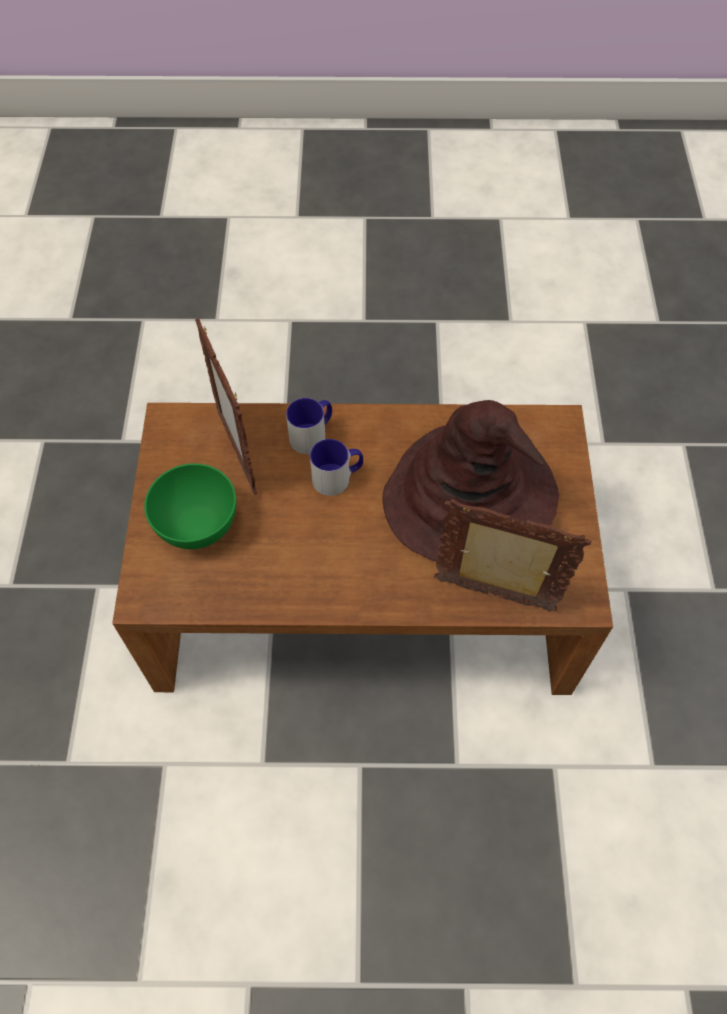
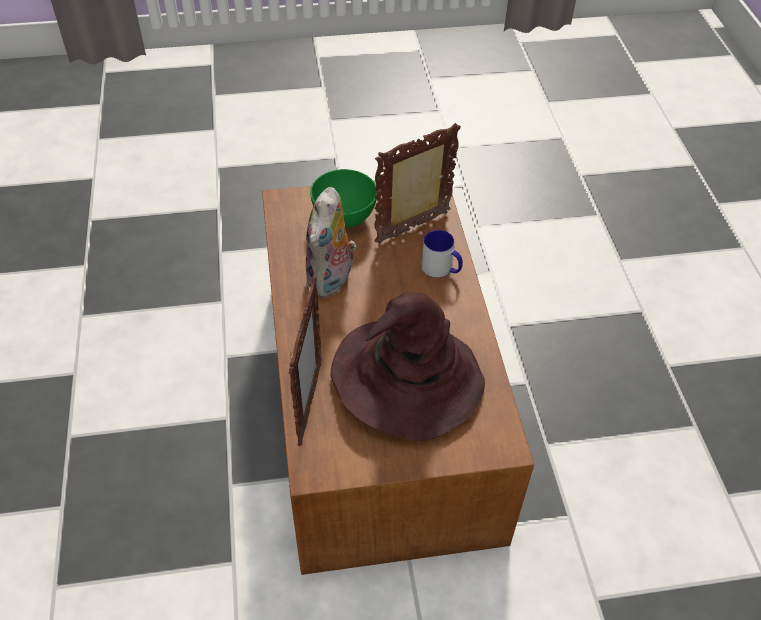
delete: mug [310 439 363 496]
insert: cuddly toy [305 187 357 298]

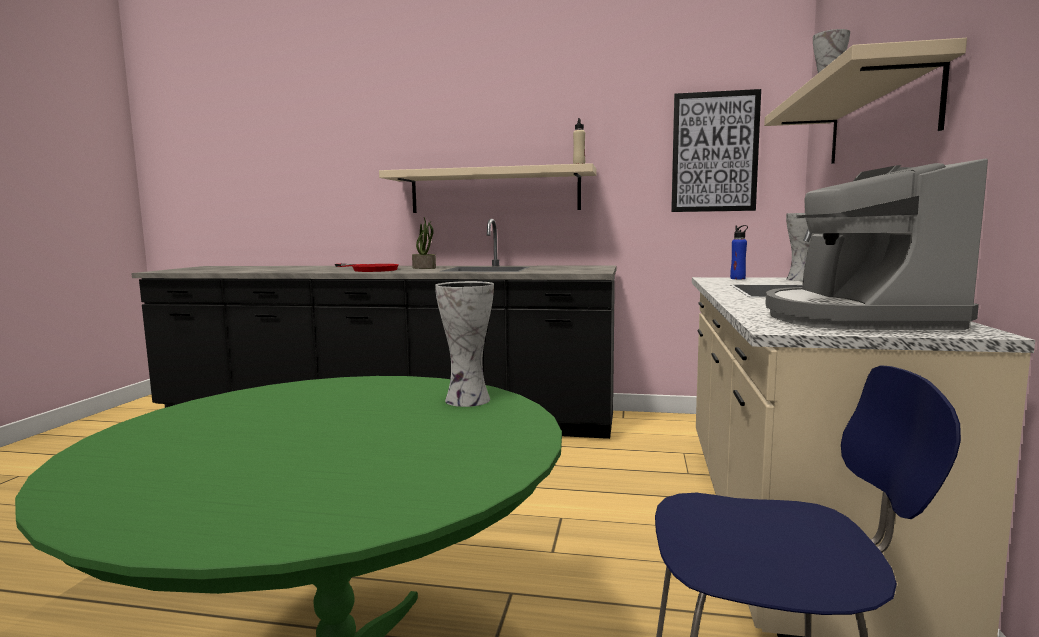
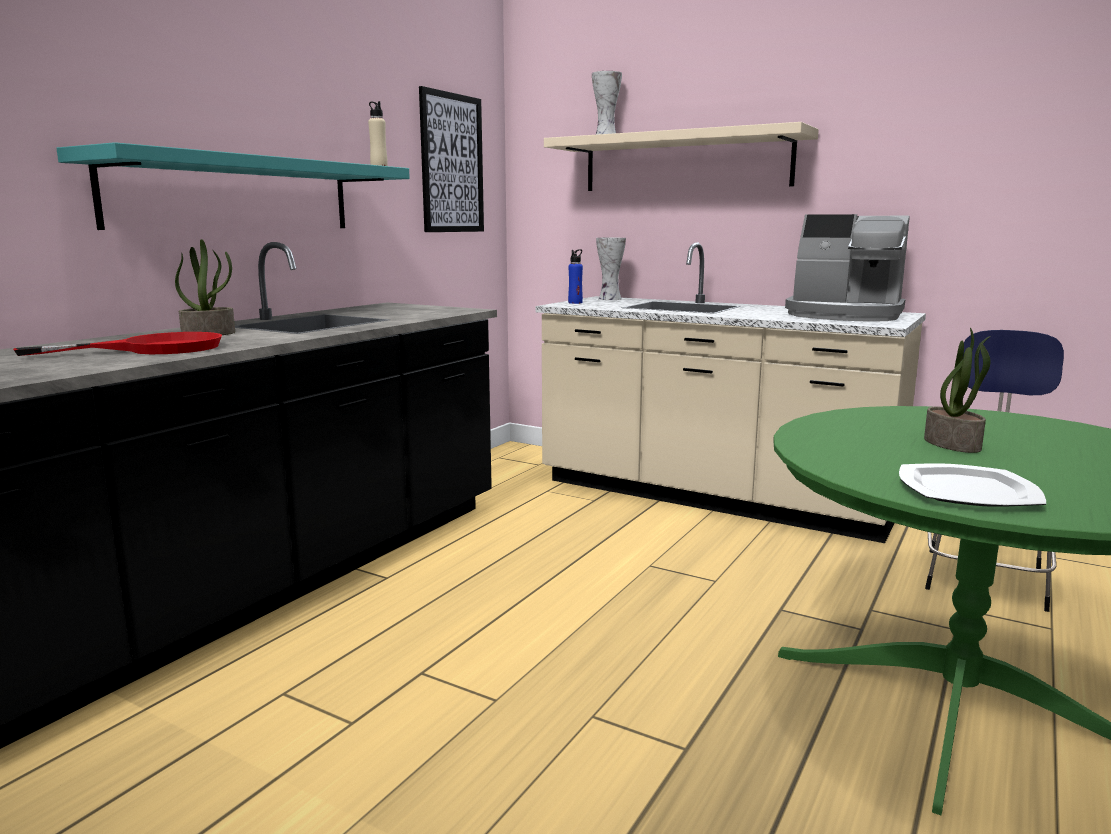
delete: decorative vase [435 281 494 407]
insert: plate [899 463 1046 507]; potted plant [924 328 990 453]
recolor: beige-coloured bracket shelf [379 163 596 213] to turquoise bracket shelf [56 142 410 230]

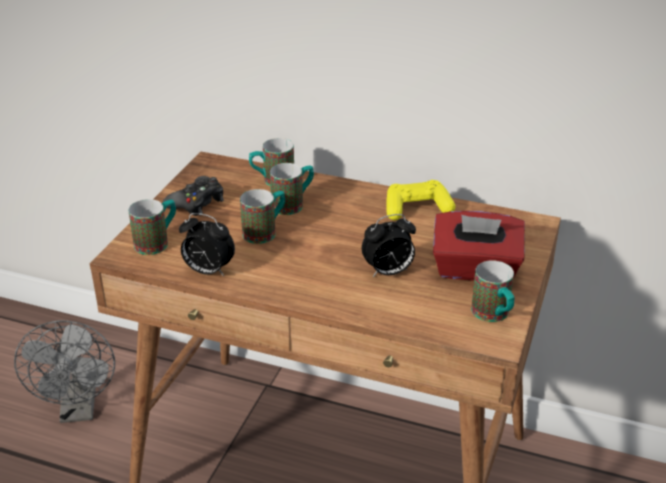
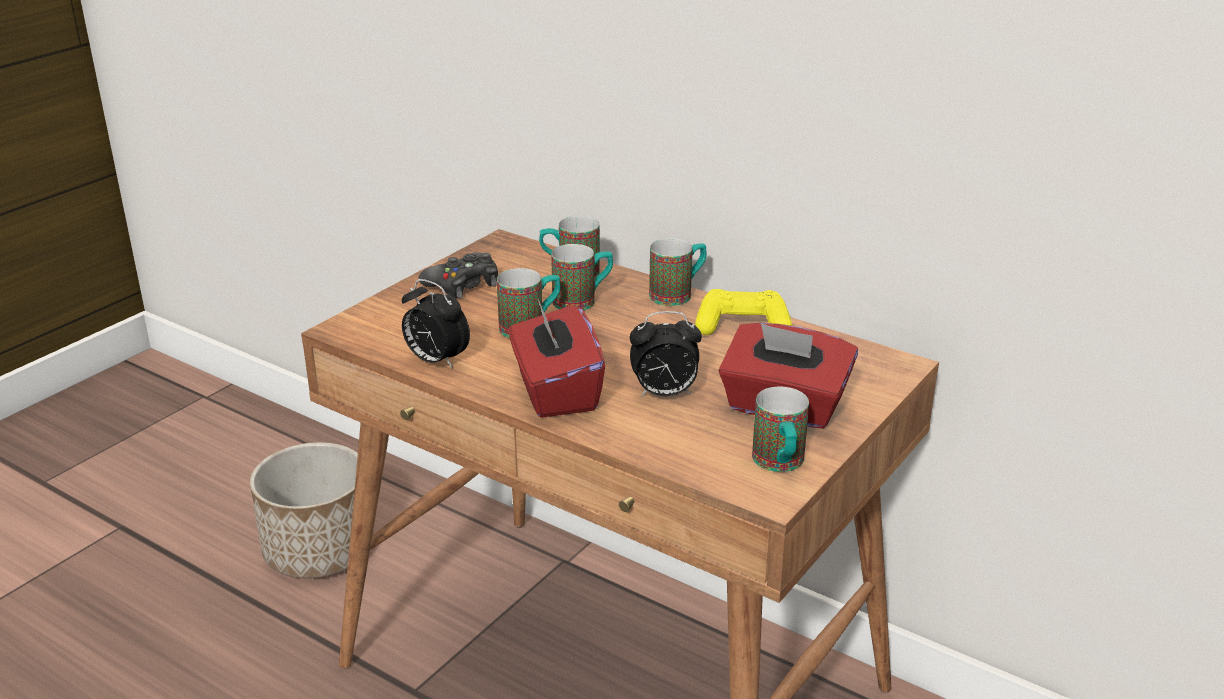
insert: reddish tissue box [509 299 605 418]
move: mug [129 199 176 255] to [649 238 707 306]
replace: greyish electric fan [14 320 115 423] to flower pot [250 442 374 578]

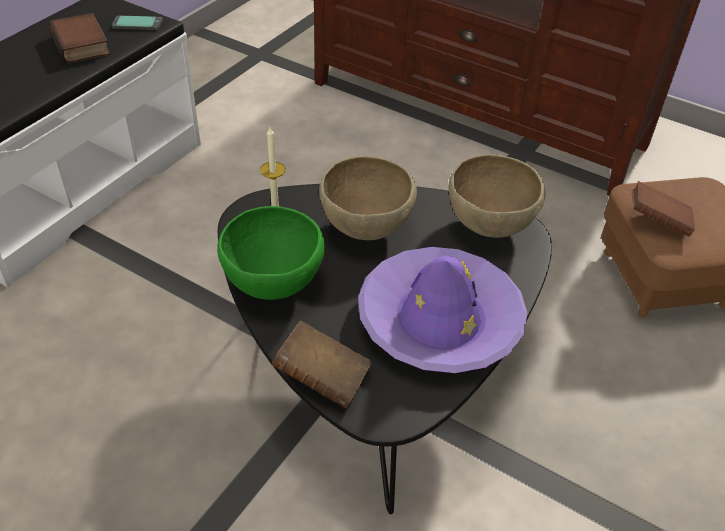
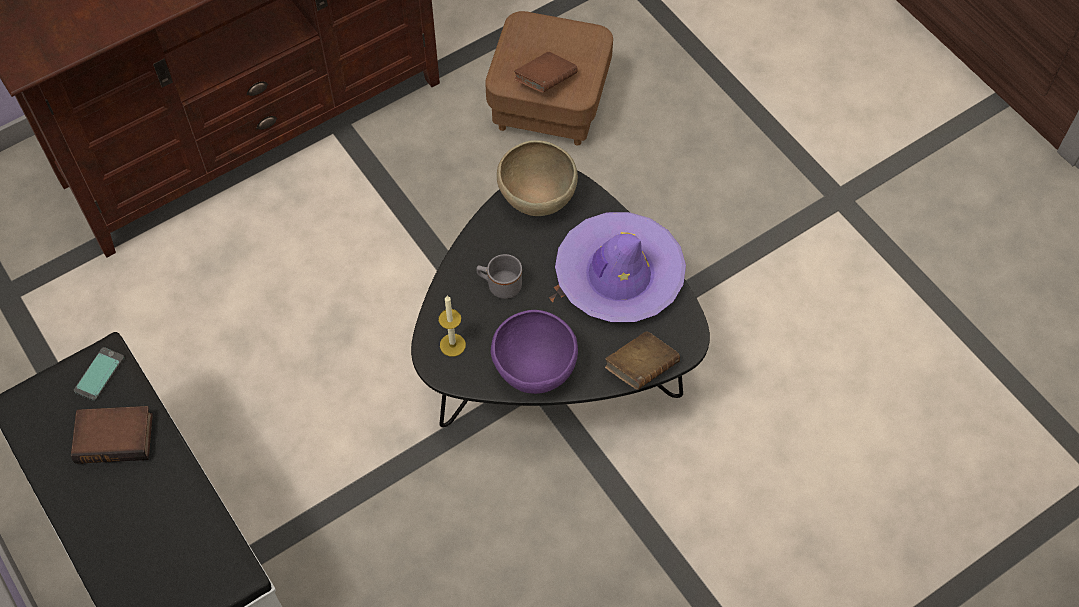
replace: brownish bowl [319 156 417 240] to greyish mug [476 254 522 299]
recolor: green bowl [217 206 325 300] to purplish bowl [491 310 578 394]

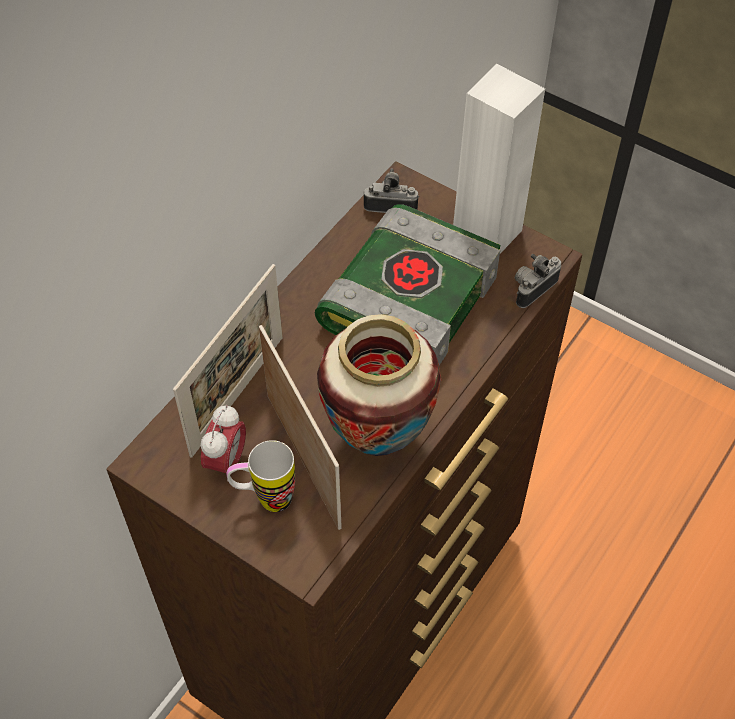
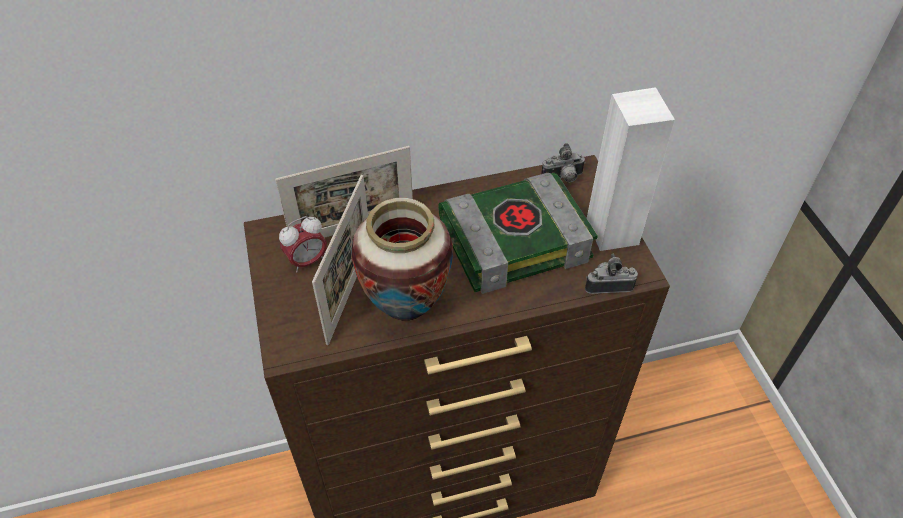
delete: mug [227 440 295 512]
rotate: still camera [364 168 419 213] = [541 143 586 183] 120 degrees clockwise

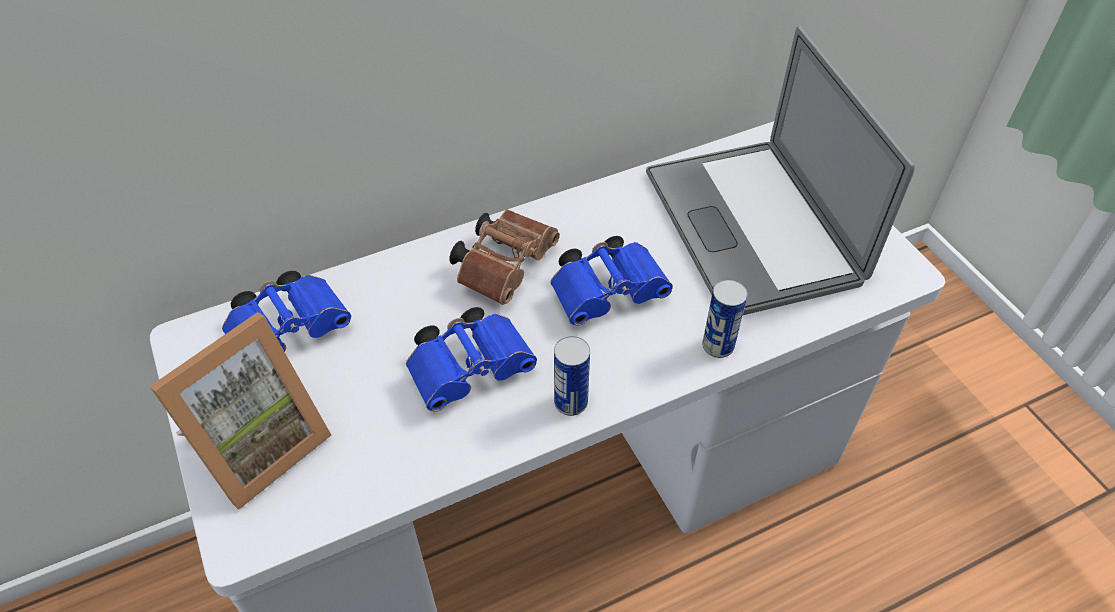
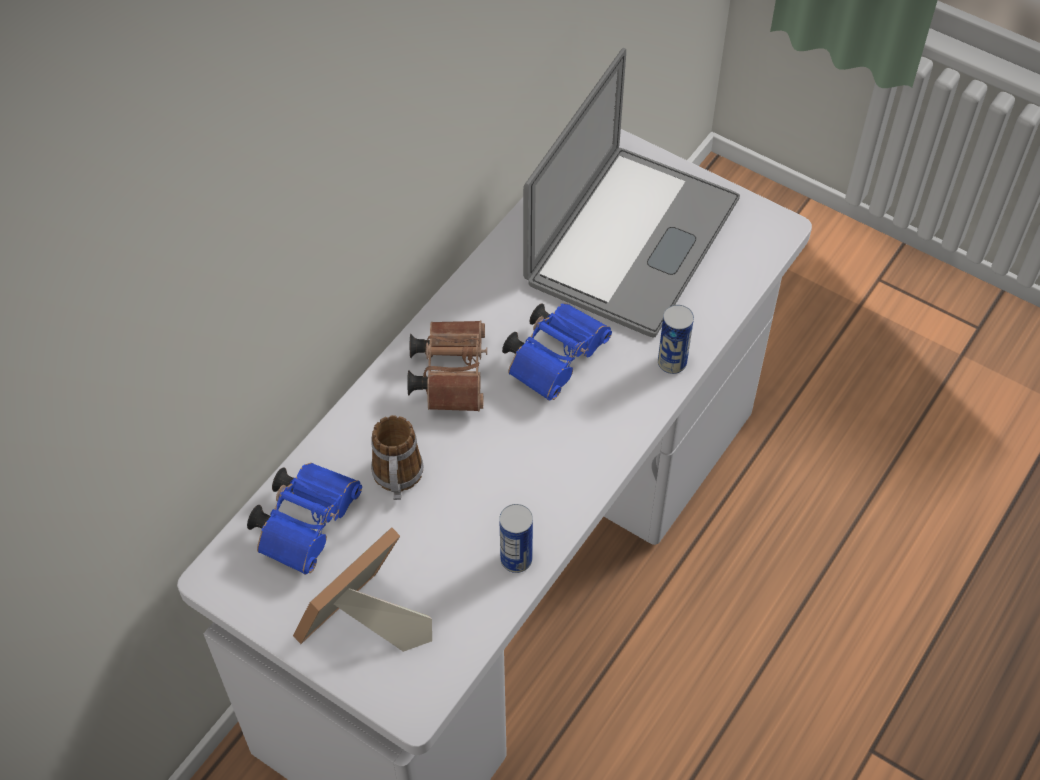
delete: blue-coloured pair of binoculars [406 307 537 412]
insert: mug [371 415 424 500]
move: sealed can [554 336 590 416] to [499 504 533 573]
rotate: photo frame [149 312 331 510] = [293 527 432 652] 150 degrees counterclockwise; laptop [646 26 915 315] = [523 48 740 337] 105 degrees counterclockwise

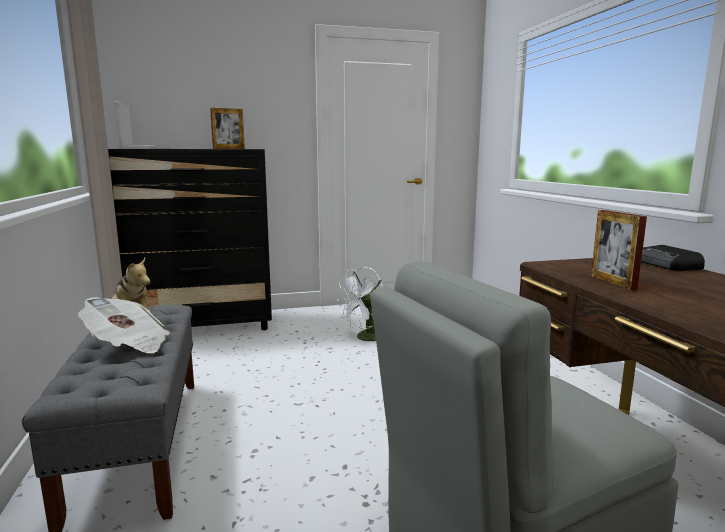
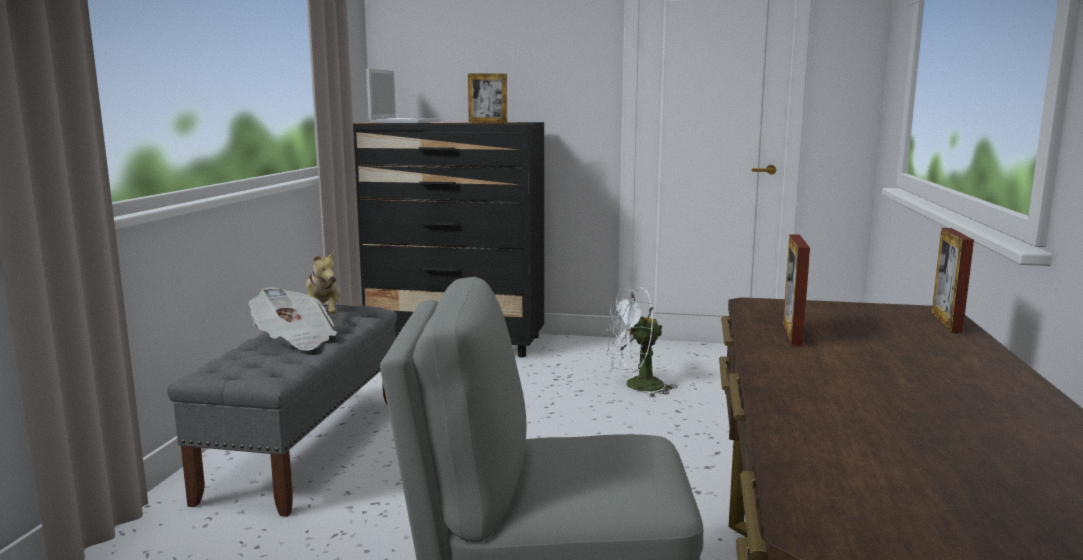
replace: radio [641 245 705 271] to photo frame [932 228 974 333]

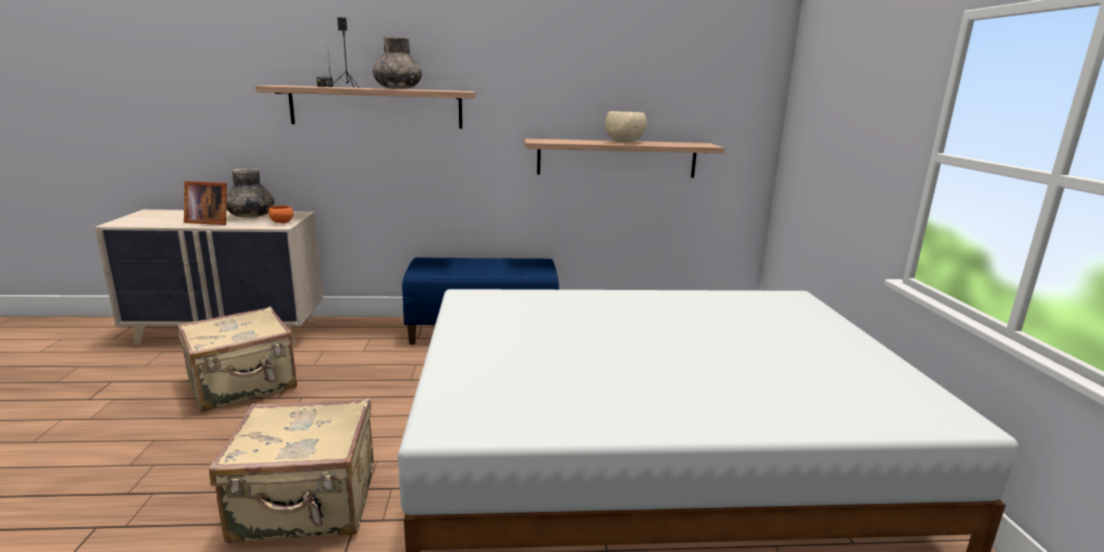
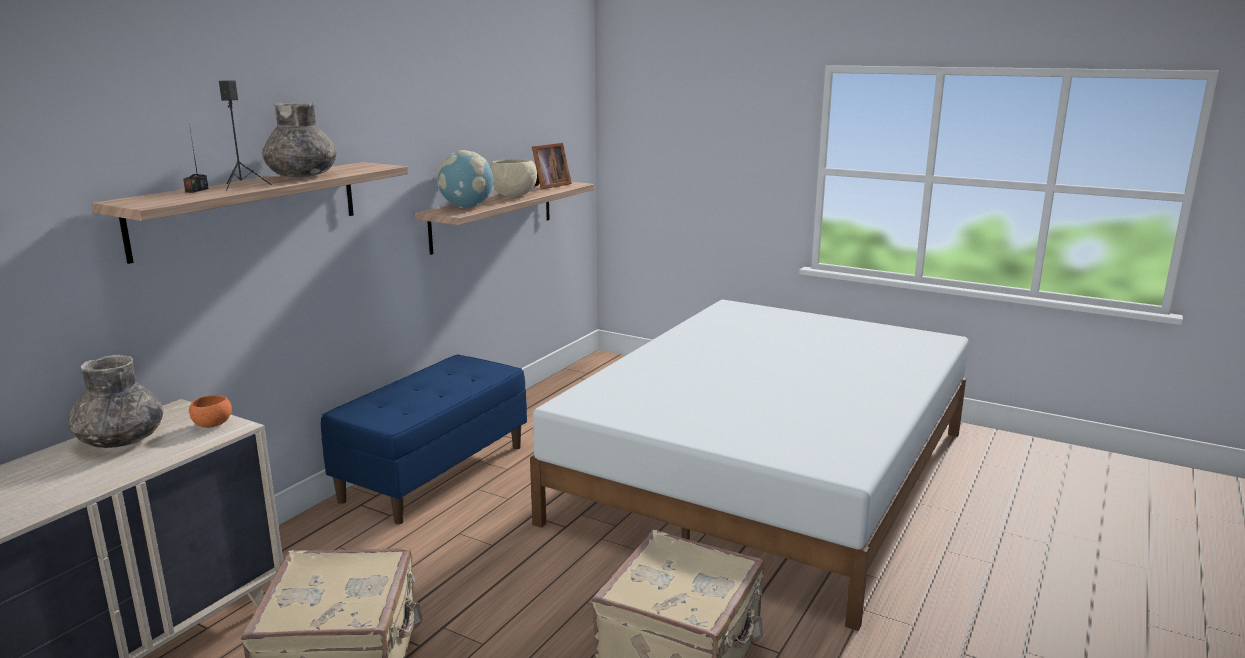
insert: globe [437 150 494 208]
move: photo frame [184 181 227 225] to [532 143 572 189]

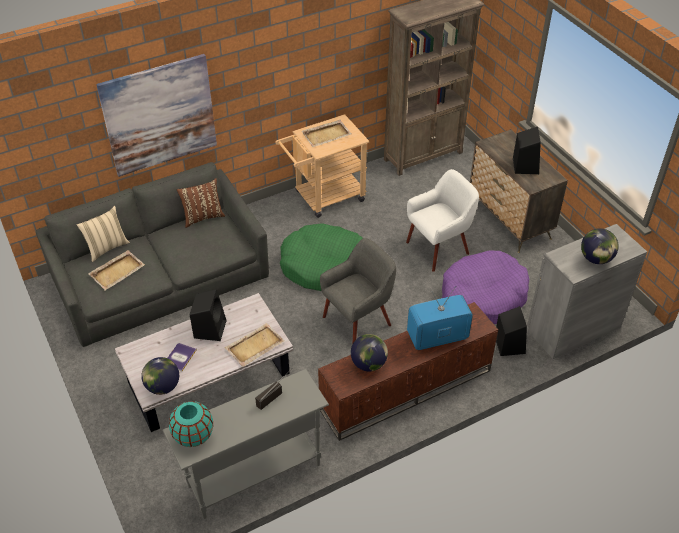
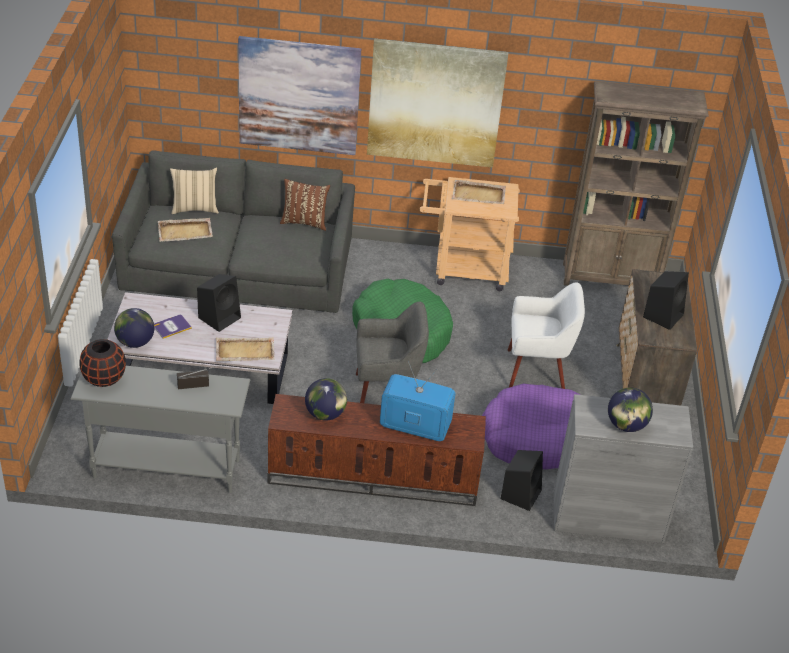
insert: picture [367 39 508 168]
recolor: turquoise decorative vase [169 401 213 447] to black decorative vase [79 339 126 387]

